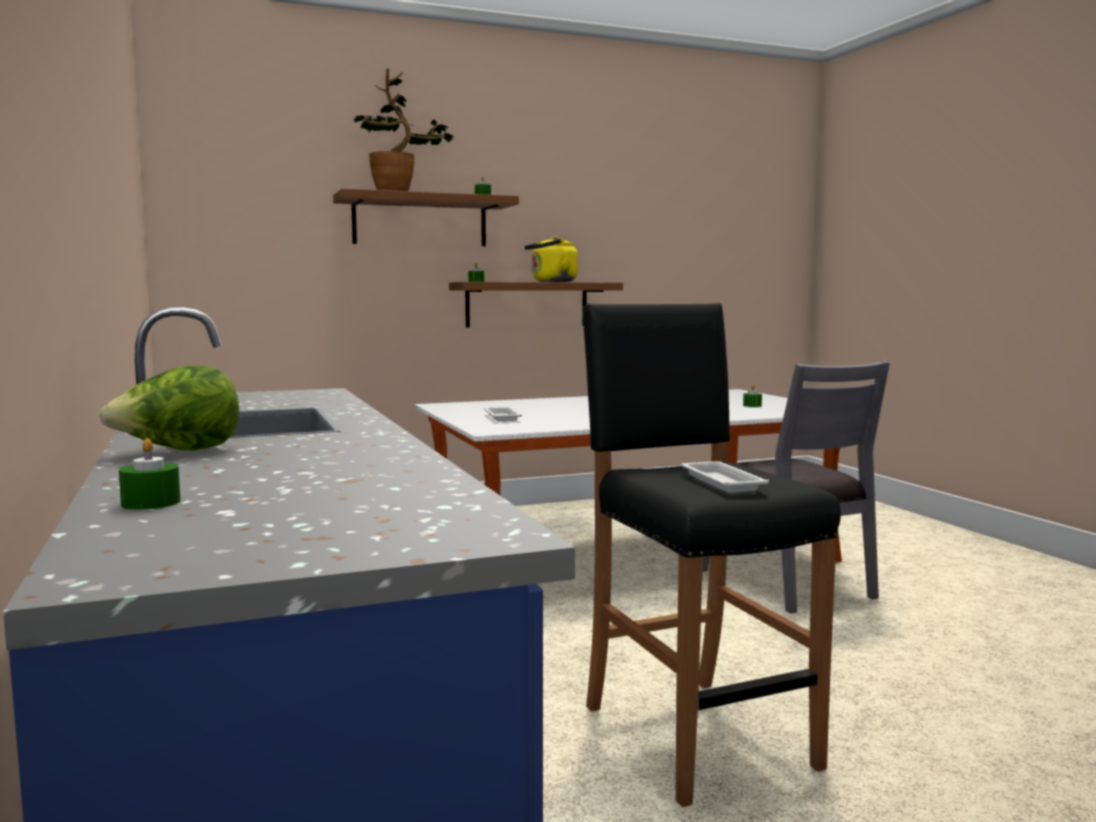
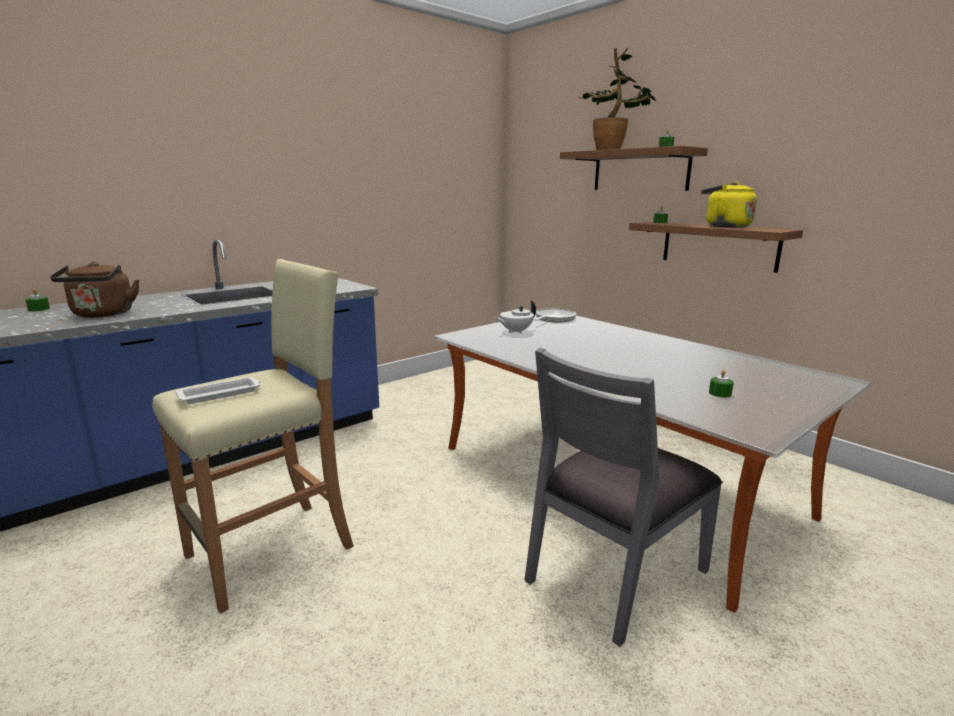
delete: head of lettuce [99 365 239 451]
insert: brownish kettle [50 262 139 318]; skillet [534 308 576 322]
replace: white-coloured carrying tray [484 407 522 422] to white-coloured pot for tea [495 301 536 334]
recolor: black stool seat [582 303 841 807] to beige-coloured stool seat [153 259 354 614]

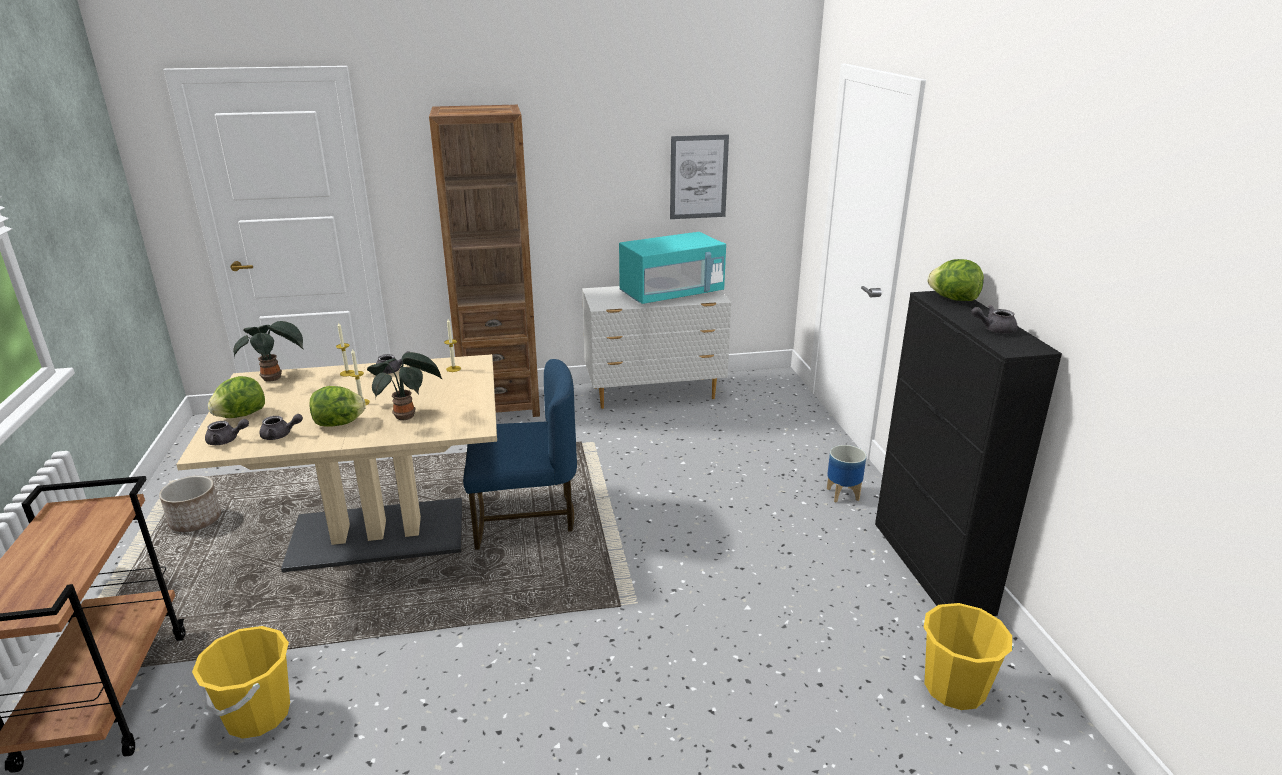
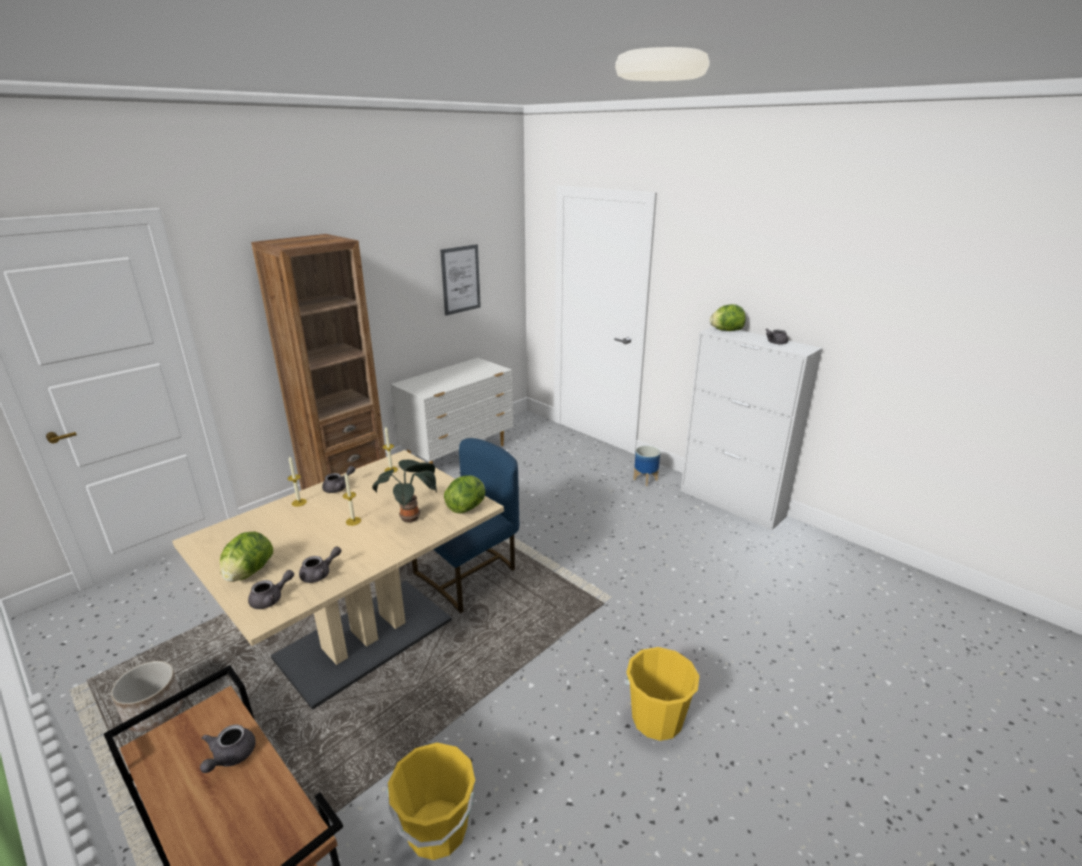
delete: potted plant [233 321 304 382]; turquoise microwave [619 232 726 304]
insert: greyish pot for tea [200 724 256 773]
move: head of lettuce [309 386 366 427] to [444 475 486 513]; yellowish bucket [922 603 1014 710] to [624 647 699 741]
recolor: black storage cabinet [875 291 1062 616] to white-coloured storage cabinet [681 327 823 530]

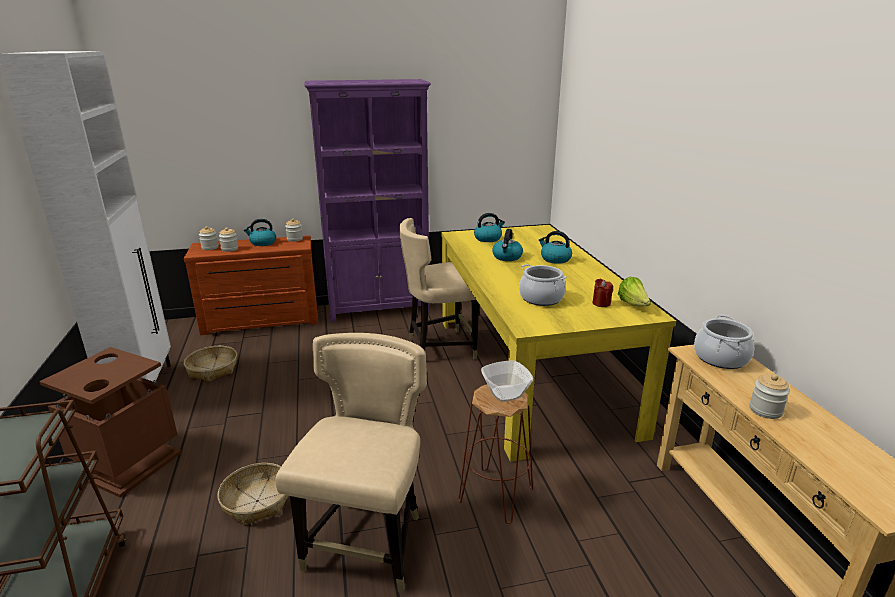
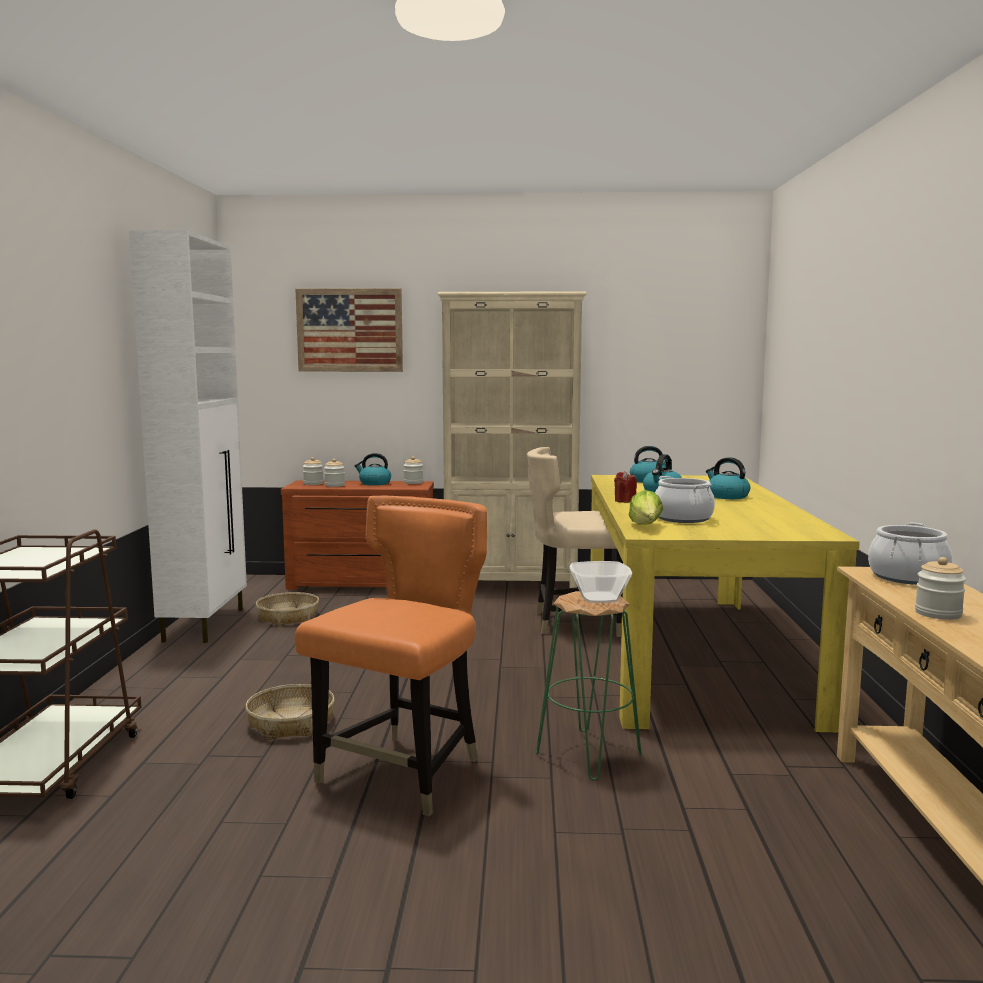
delete: brownish waste bin [39 347 182 498]
insert: picture [295 288 403 372]
move: reddish candle [593 279 613 307] to [614 471 637 503]; head of lettuce [618 277 651 306] to [629 490 663 525]
recolor: beige-coloured upright chair [275 333 427 592] to orange-coloured upright chair [295 496 487 816]; purplish shelving unit [304 79 431 322] to beige-coloured shelving unit [437 291 587 588]; brownish stool seat [458 384 533 524] to green stool seat [536 591 642 780]

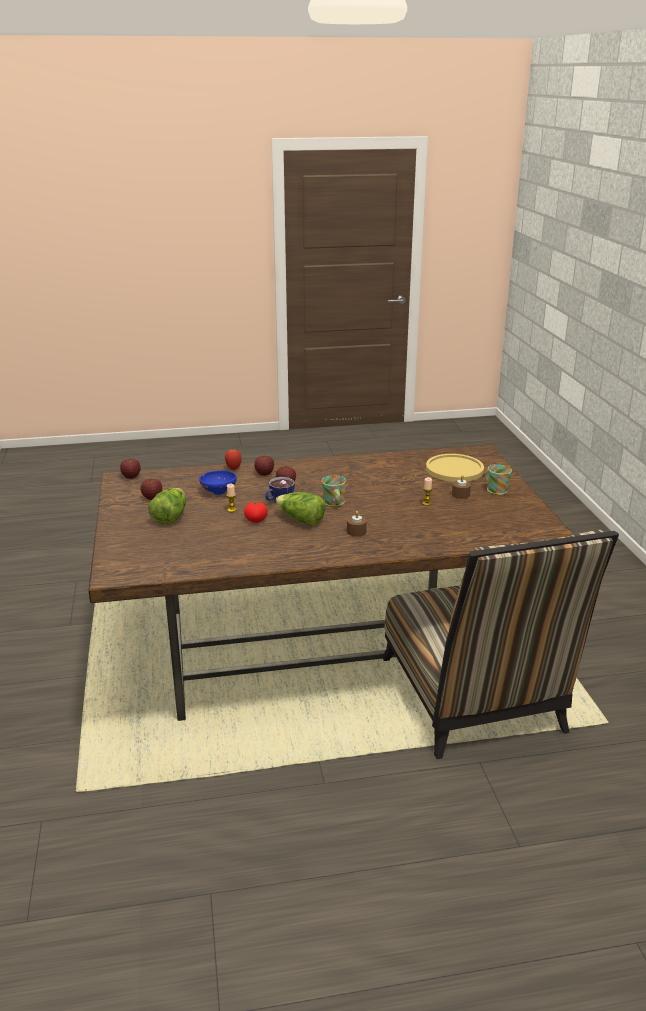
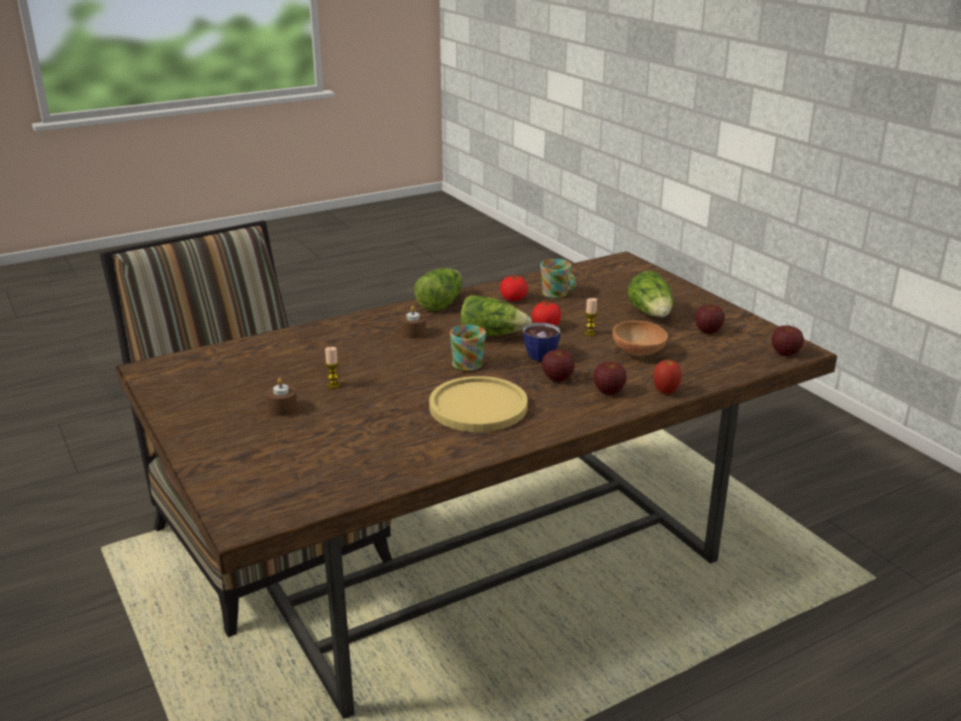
insert: head of lettuce [414 268 462 311]; fresh tomato [500 276 528 301]
move: yellowish plate [426 454 484 482] to [429 376 528 432]; mug [485 464 512 495] to [540 259 576 298]
recolor: blue-coloured bowl [199 470 237 495] to brownish bowl [613 321 668 356]

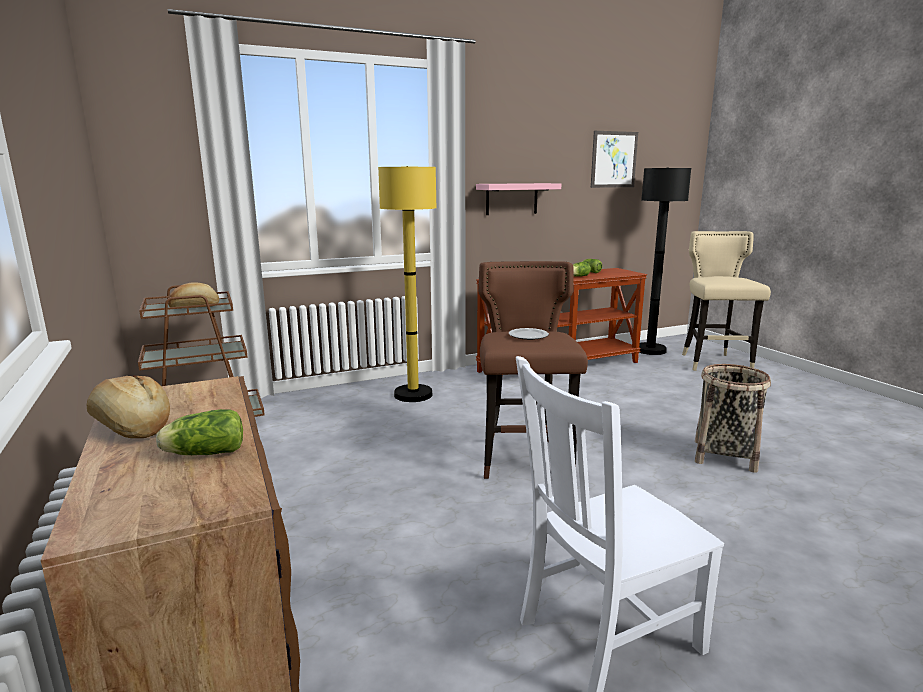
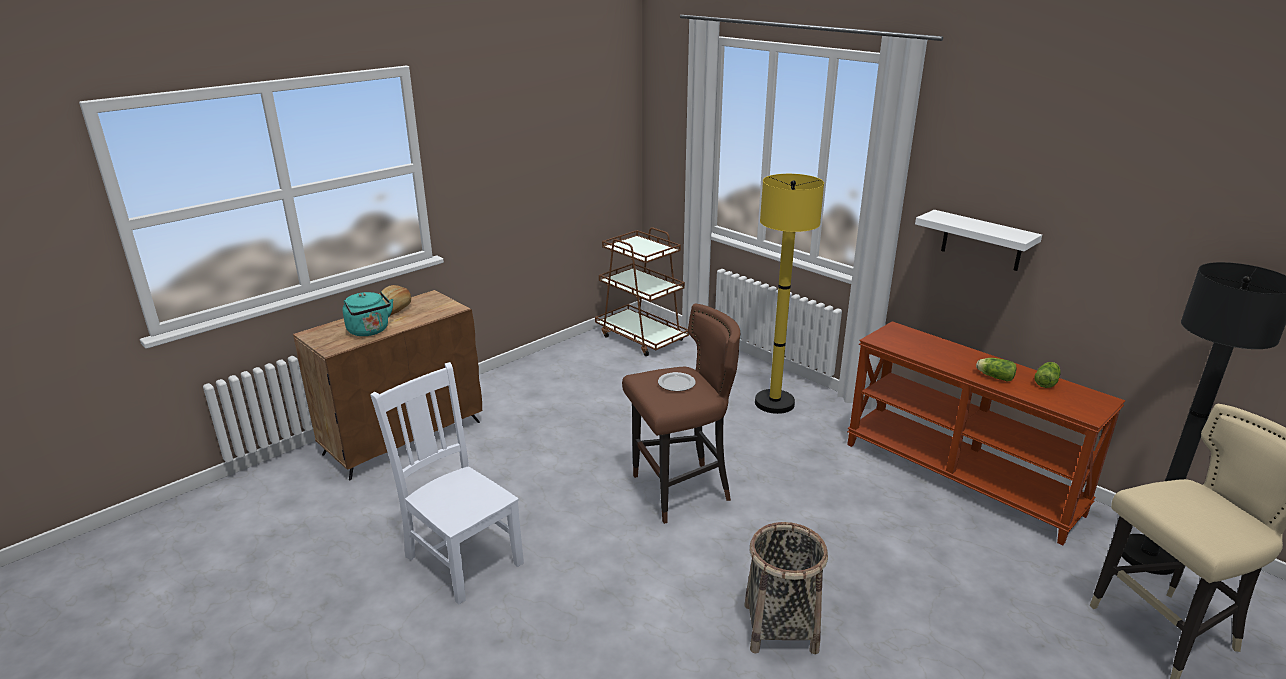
delete: bakery bread [168 282 219 309]; picture [591 131 638 188]
replace: head of lettuce [156 409 243 455] to turquoise kettle [343 291 393 336]
recolor: pink-coloured bracket shelf [476 183 561 215] to white-coloured bracket shelf [915 210 1042 271]

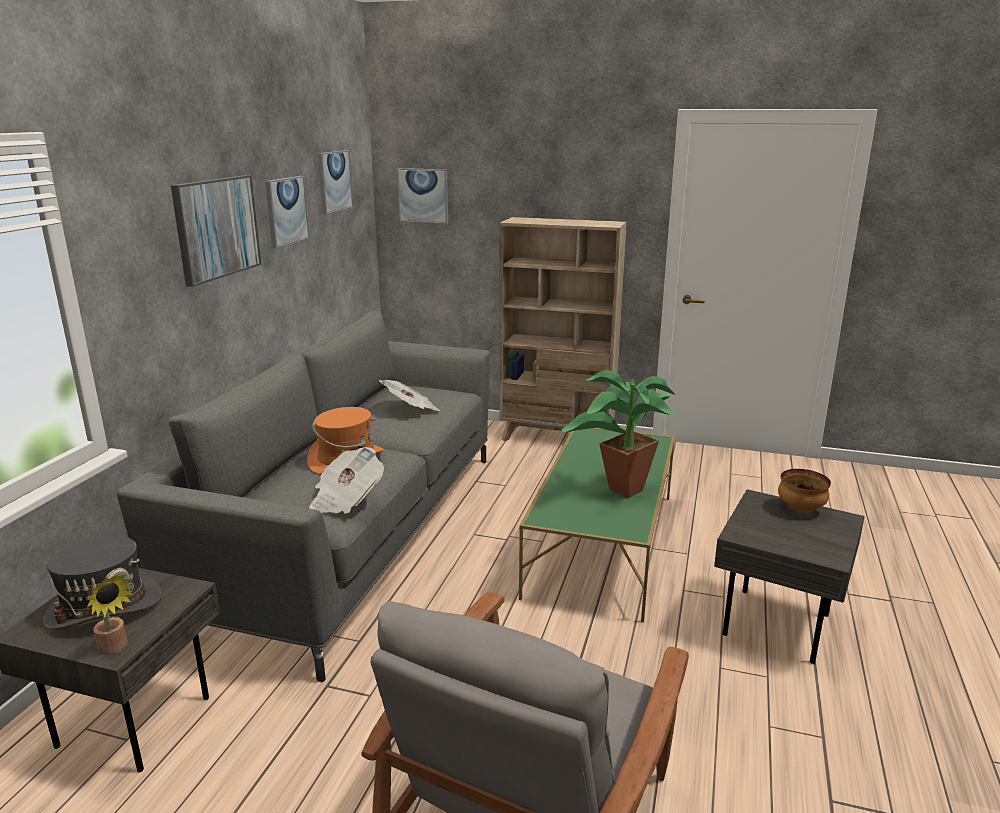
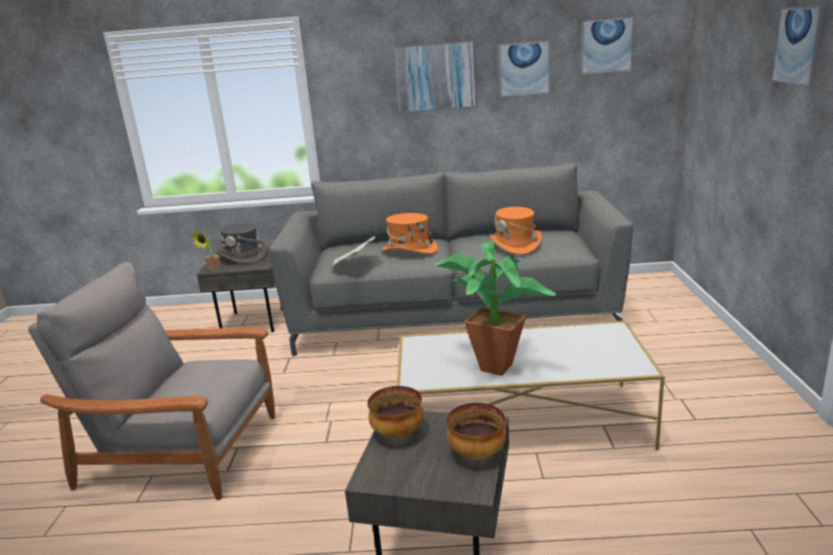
delete: beige-coloured shelving unit [499 217 627 441]
insert: bowl [367 386 424 439]
move: picture [397 168 448 224] to [771 6 827 87]
replace: newspaper [379 380 441 411] to orange-coloured wearable hat [489 207 542 255]
recolor: green coffee table [519 428 675 622] to white-coloured coffee table [397 321 665 450]

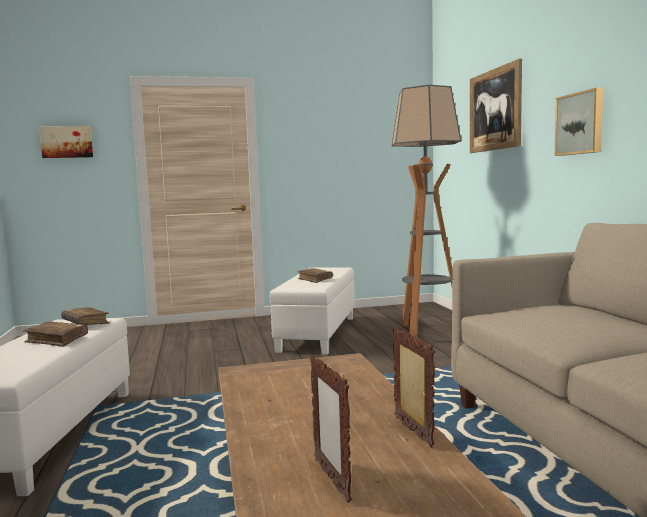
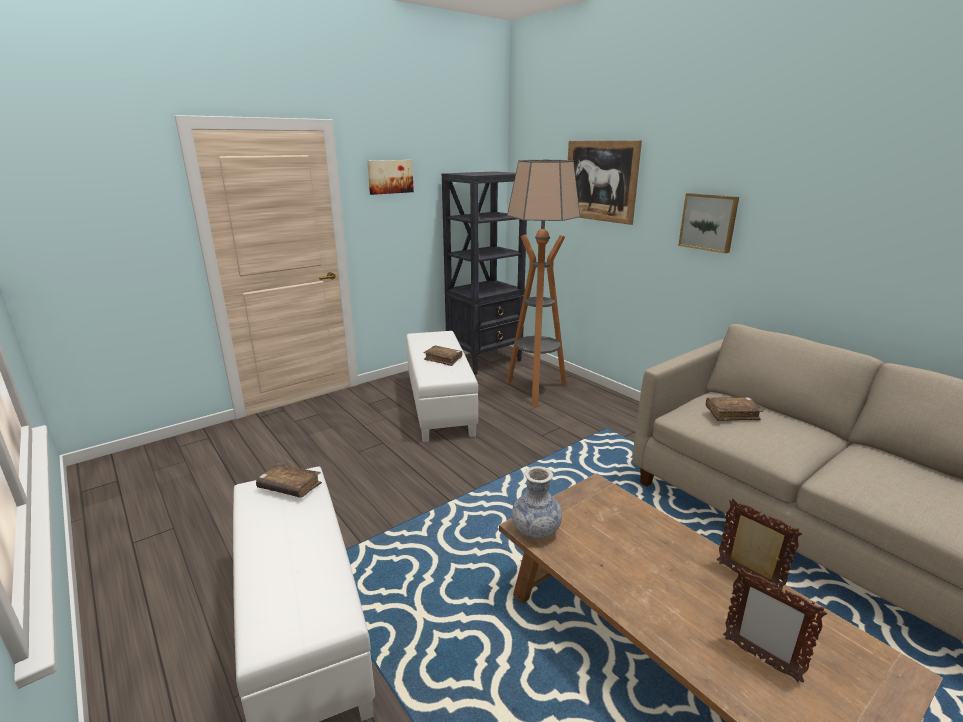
insert: black shelving unit [442 171 527 375]; decorative vase [512 466 562 539]
move: brownish bound book [23 322 88 347] to [706 397 763 421]; picture [39 126 93 158] to [367 160 414 195]

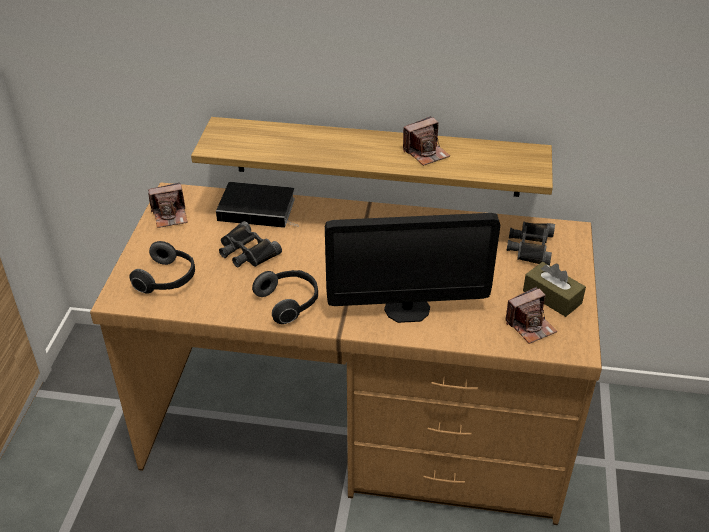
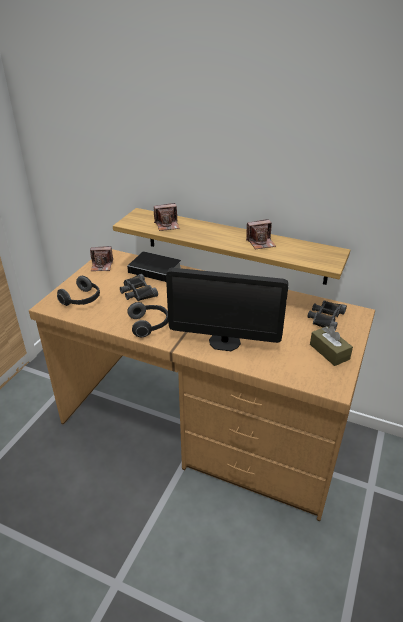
move: still camera [505 287 557 344] to [154 203 180 231]

